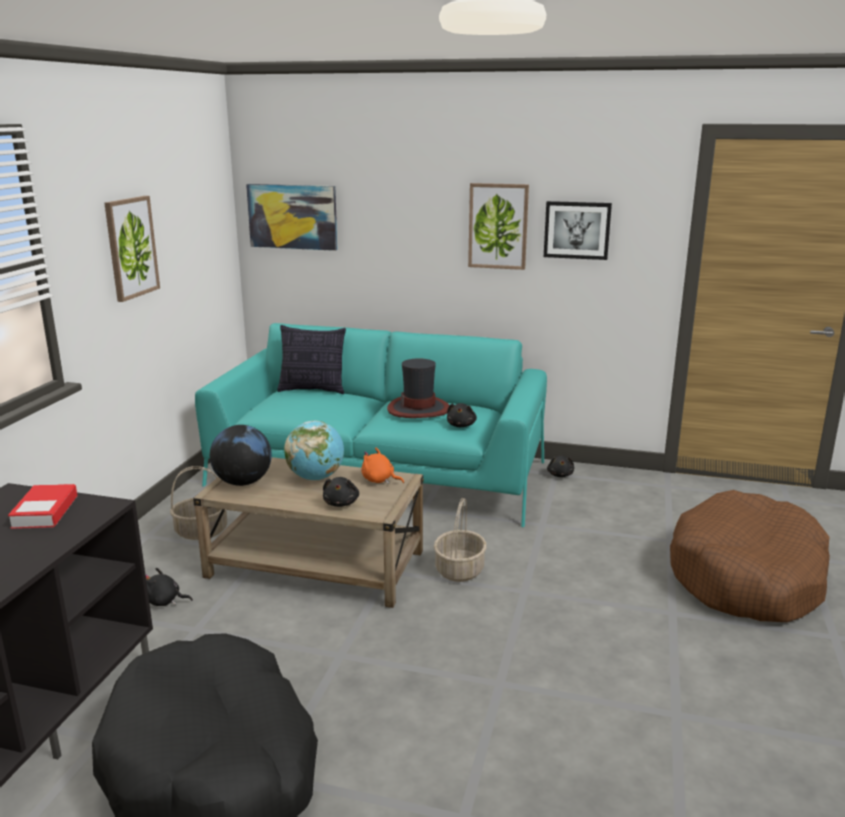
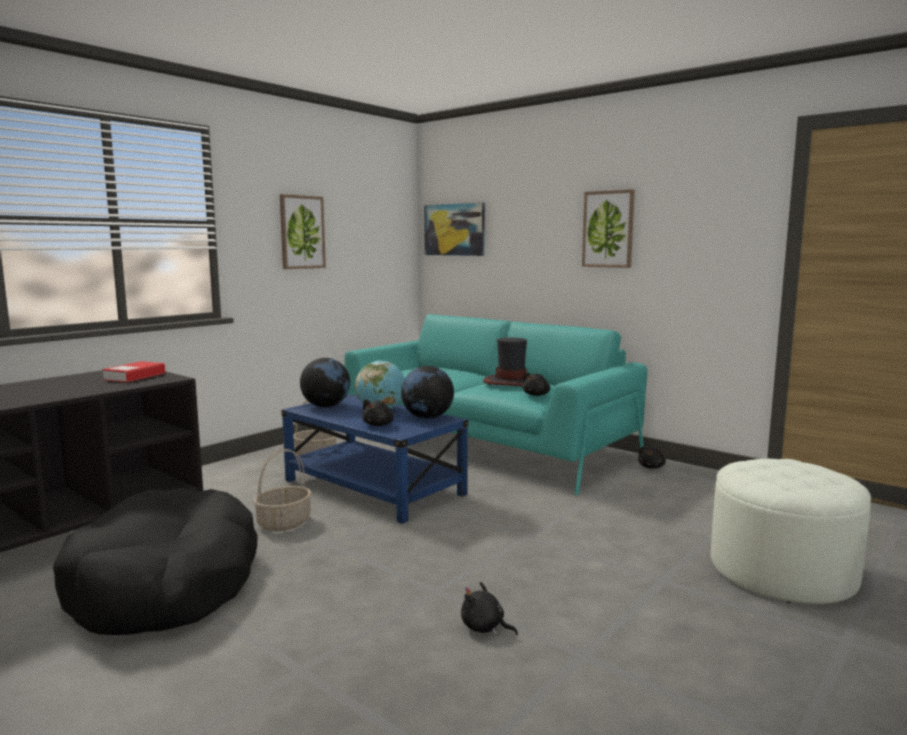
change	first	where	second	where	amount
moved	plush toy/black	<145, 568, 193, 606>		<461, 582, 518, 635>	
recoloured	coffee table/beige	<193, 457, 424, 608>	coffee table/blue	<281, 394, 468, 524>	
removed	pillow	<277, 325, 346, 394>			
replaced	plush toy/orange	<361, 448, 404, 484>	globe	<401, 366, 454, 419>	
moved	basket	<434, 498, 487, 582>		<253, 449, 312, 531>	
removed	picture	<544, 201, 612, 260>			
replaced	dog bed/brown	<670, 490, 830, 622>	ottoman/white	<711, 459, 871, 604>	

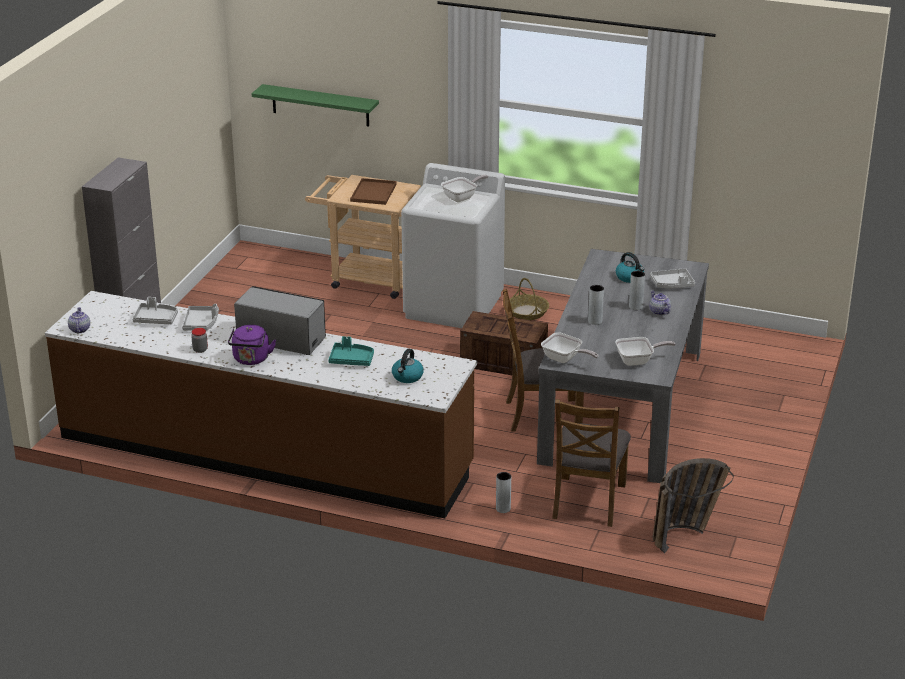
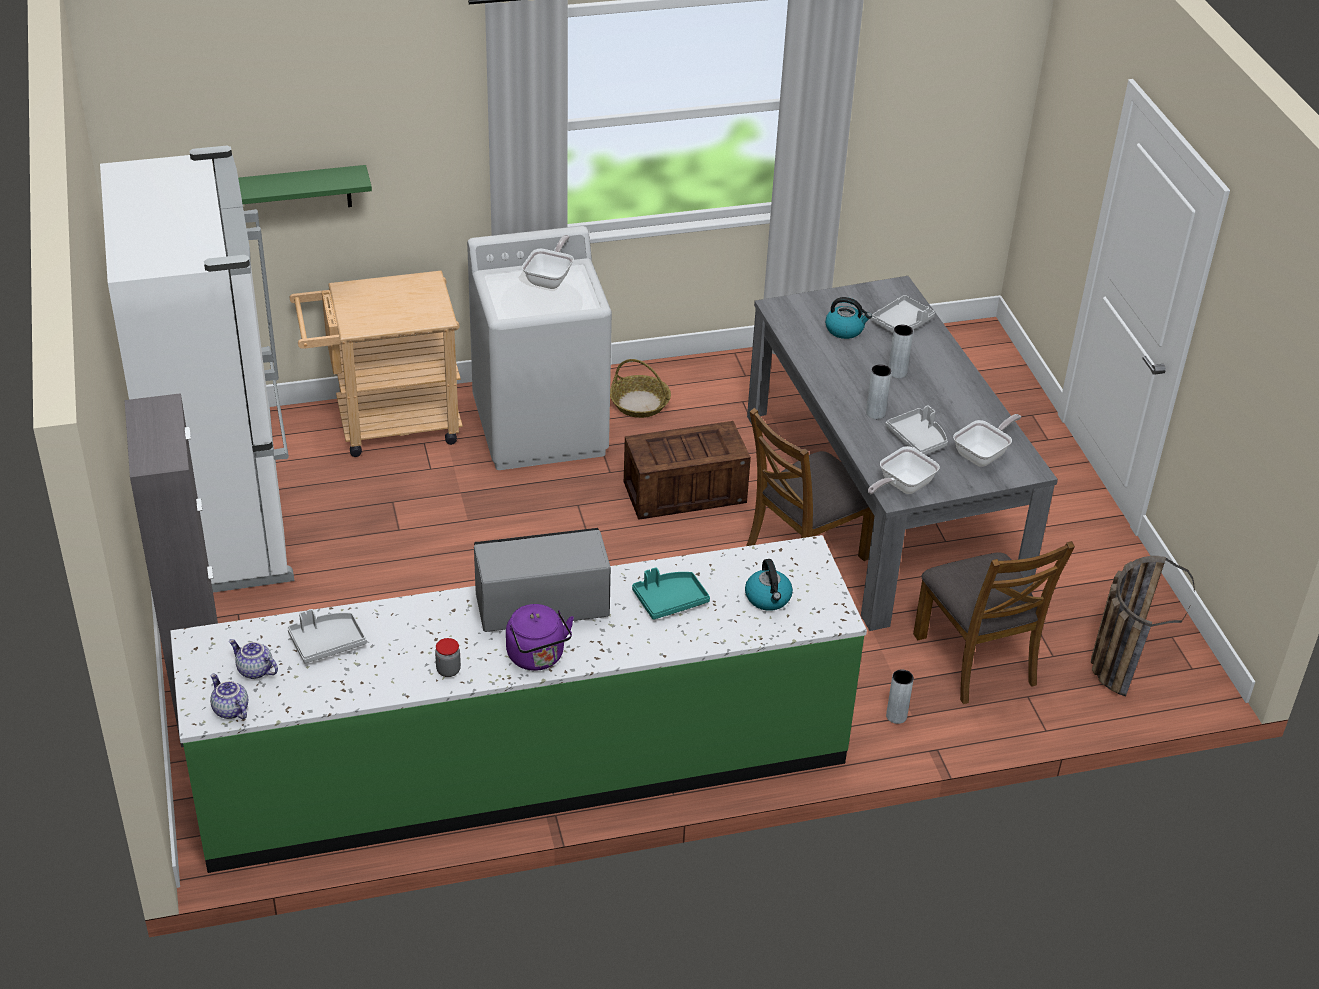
change	first	where	second	where	amount
recoloured	counter/brown	<45, 291, 477, 518>	counter/green	<170, 535, 867, 873>	
moved	tray/grey	<182, 304, 219, 331>		<886, 406, 948, 455>	
removed	tray/brown	<350, 178, 397, 205>			
turned	frying pan	<541, 332, 598, 363>		<868, 446, 940, 494>	135 degrees clockwise
moved	teapot	<649, 291, 671, 315>		<229, 639, 278, 679>	
added			fridge/white	<100, 146, 294, 593>	

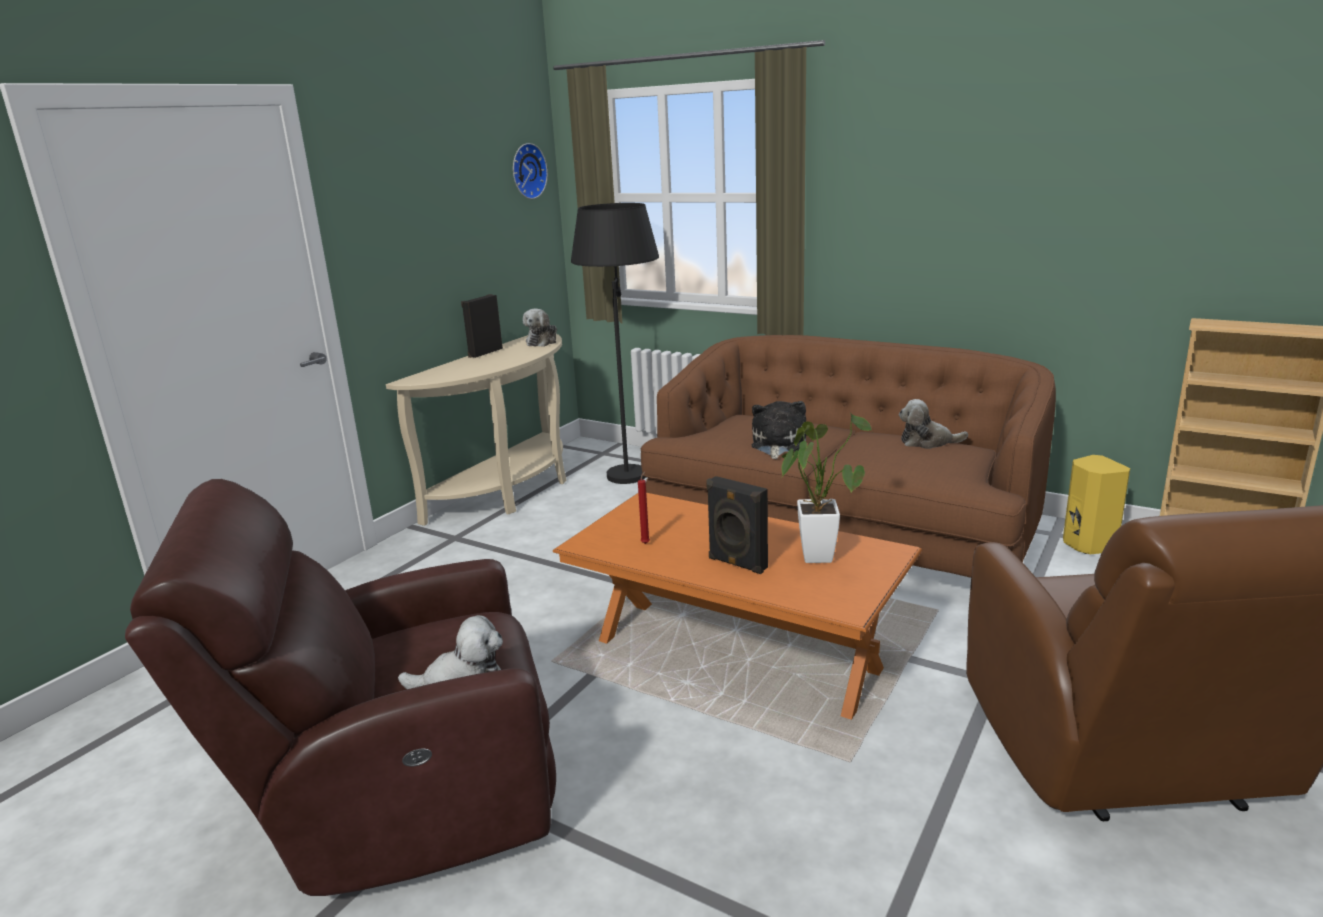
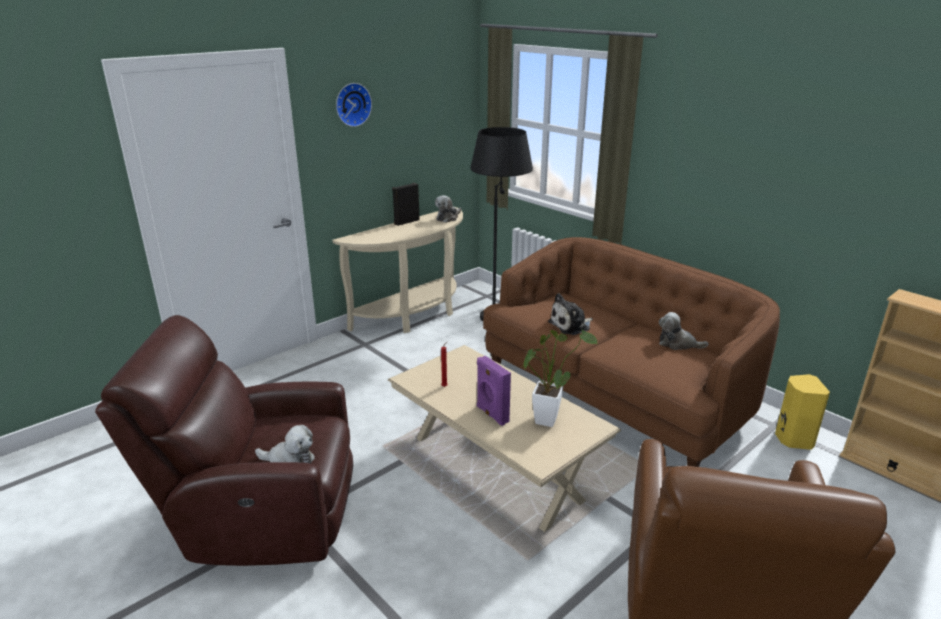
change	first	where	second	where	amount
moved	wall clock	<513, 143, 548, 199>		<336, 83, 372, 127>	
recoloured	coffee table/orange	<553, 493, 922, 720>	coffee table/beige	<388, 345, 621, 532>	
recoloured	speaker/black	<706, 476, 768, 574>	speaker/purple	<477, 356, 511, 426>	
turned	plush toy	<752, 401, 806, 459>		<548, 293, 593, 335>	150 degrees counterclockwise

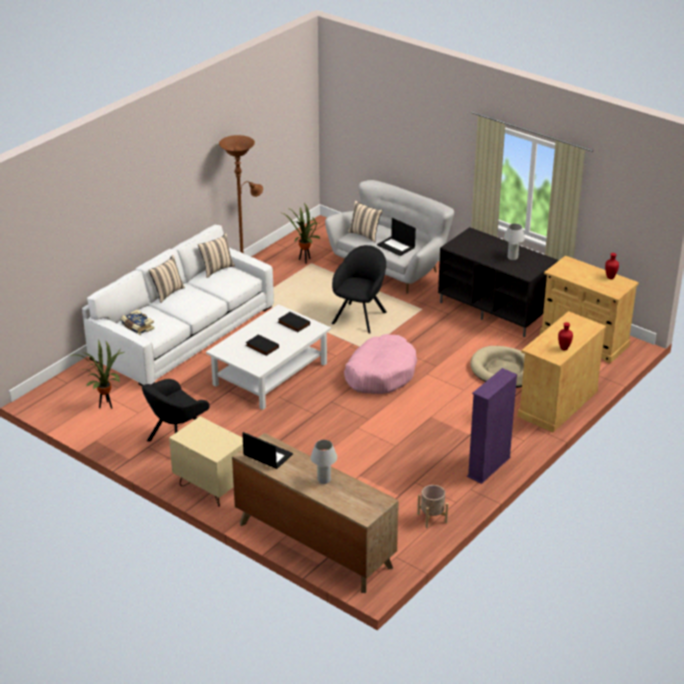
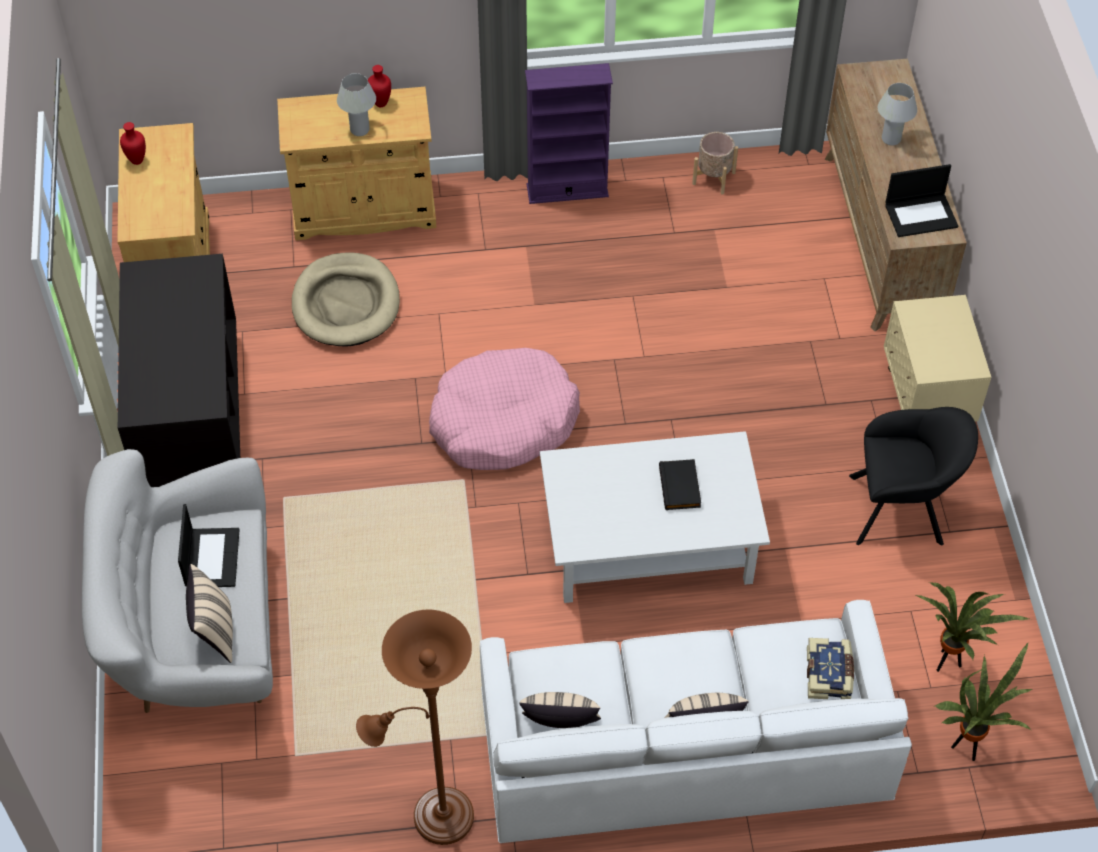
change	first	where	second	where	amount
turned	laptop	<242, 432, 293, 469>		<885, 164, 958, 237>	90 degrees counterclockwise
removed	book/black	<278, 312, 310, 332>			
moved	potted plant	<282, 203, 320, 264>		<933, 642, 1034, 761>	
removed	armchair/black	<331, 245, 387, 334>			
moved	table lamp/white	<504, 223, 525, 260>		<337, 73, 376, 136>	

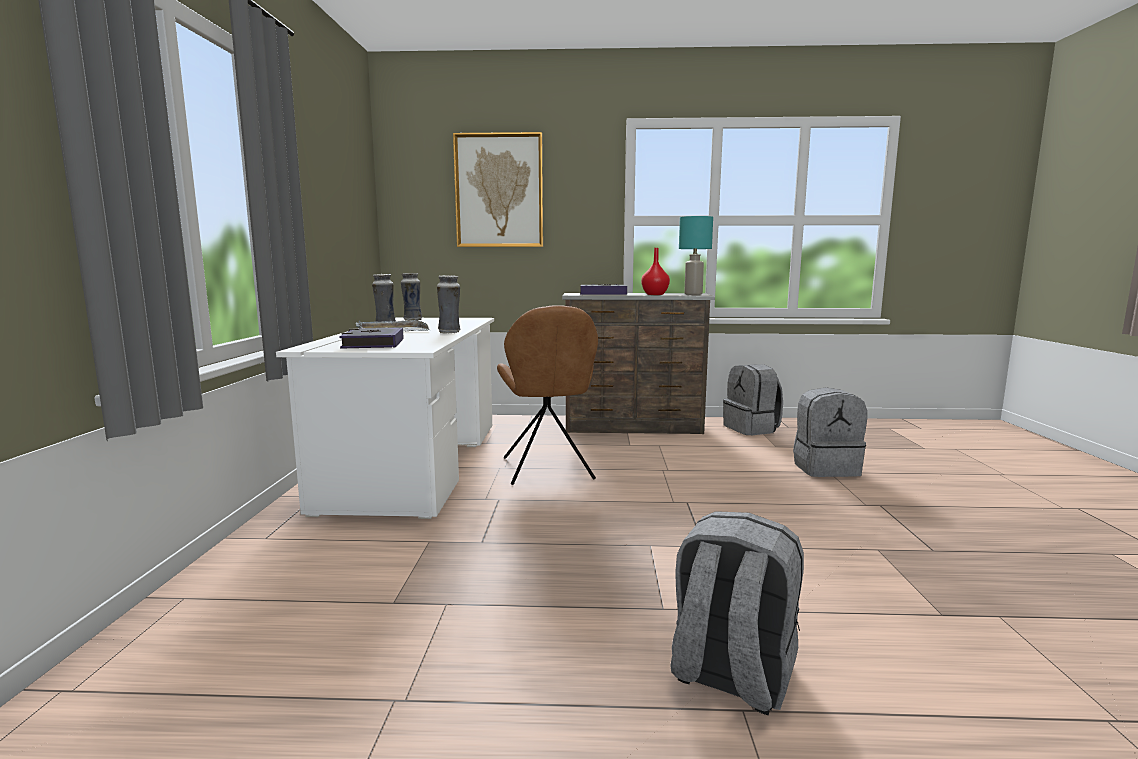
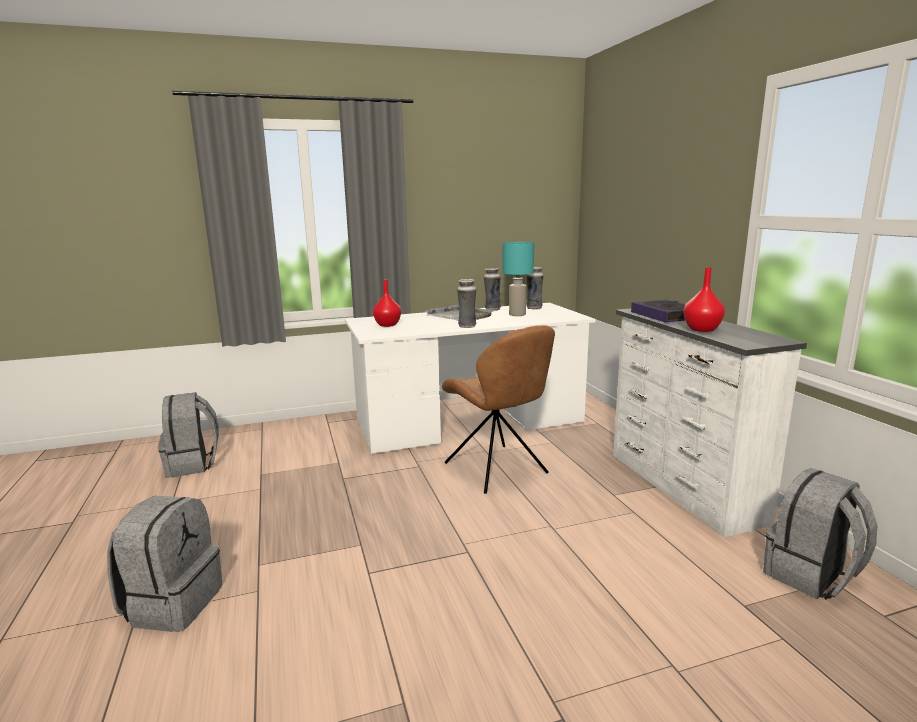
change	first	where	second	where	amount
replaced	book	<339, 328, 404, 348>	vase/red	<373, 279, 401, 327>	
removed	picture	<453, 132, 543, 247>			
turned	chair/brown	<497, 305, 598, 485>		<442, 325, 555, 494>	90 degrees counterclockwise
recoloured	dresser/brown	<562, 293, 715, 434>	dresser/white	<613, 308, 807, 537>	
moved	table lamp/turquoise	<679, 216, 713, 295>		<503, 242, 534, 316>	
moved	backpack/grey	<793, 387, 867, 477>		<158, 392, 219, 478>	

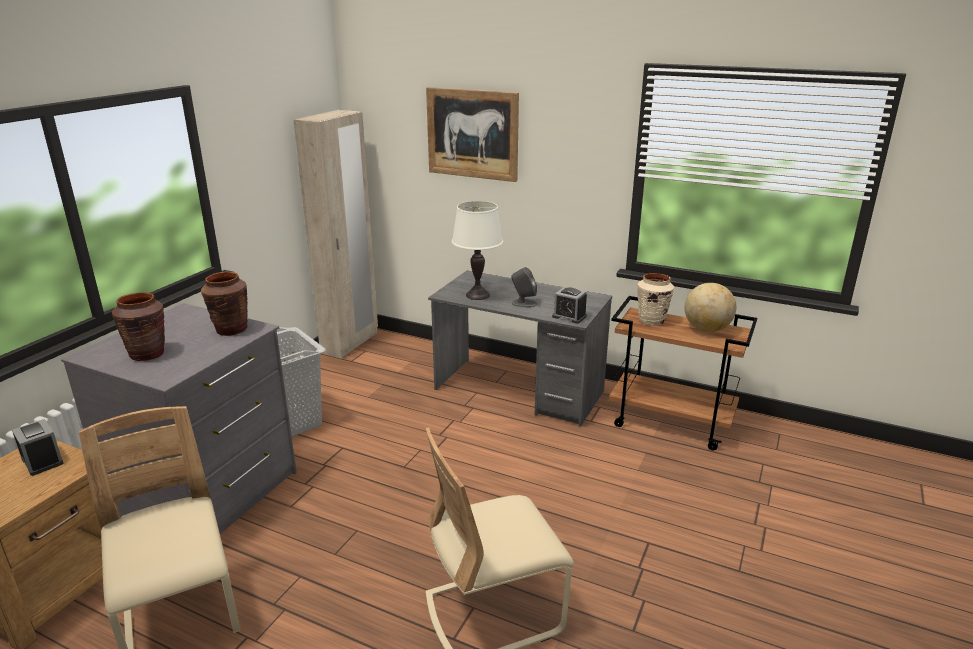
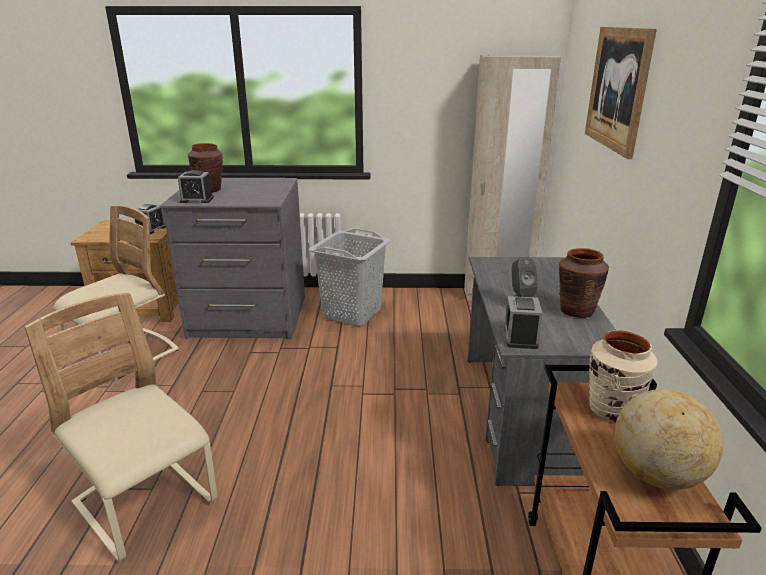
change	first	where	second	where	amount
moved	vase/brown	<201, 272, 248, 336>		<559, 248, 609, 318>	
removed	table lamp/white	<452, 201, 503, 300>			
added			alarm clock	<178, 170, 214, 203>	

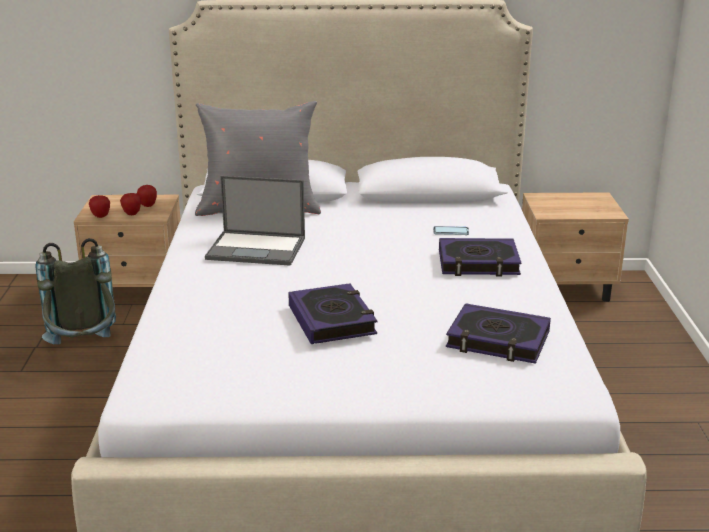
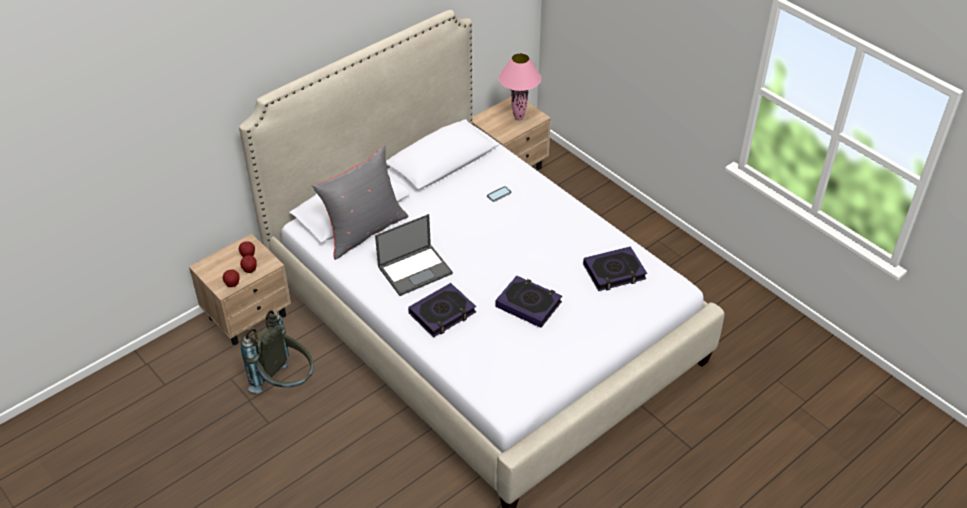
change	first	where	second	where	amount
moved	book	<439, 238, 521, 276>		<408, 283, 476, 338>	
added			table lamp/pink	<499, 53, 541, 121>	

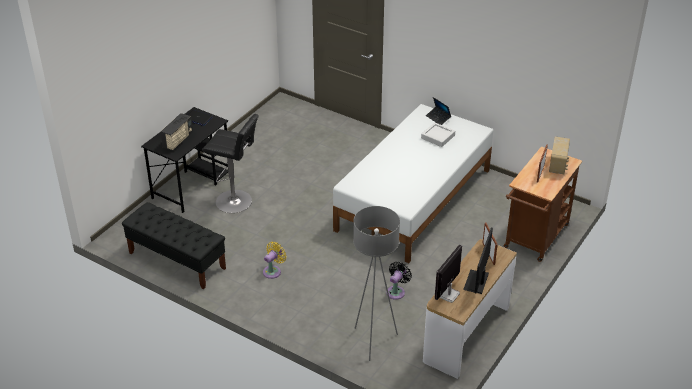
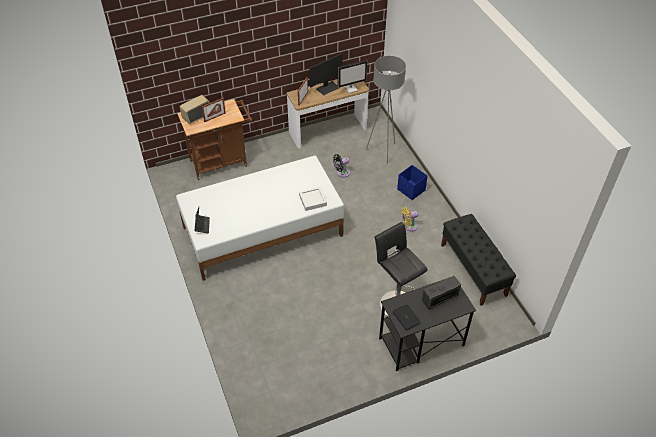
change	first	where	second	where	amount
moved	tray/grey	<421, 123, 455, 147>		<299, 187, 327, 211>	
added			storage box/blue	<397, 165, 428, 200>	

